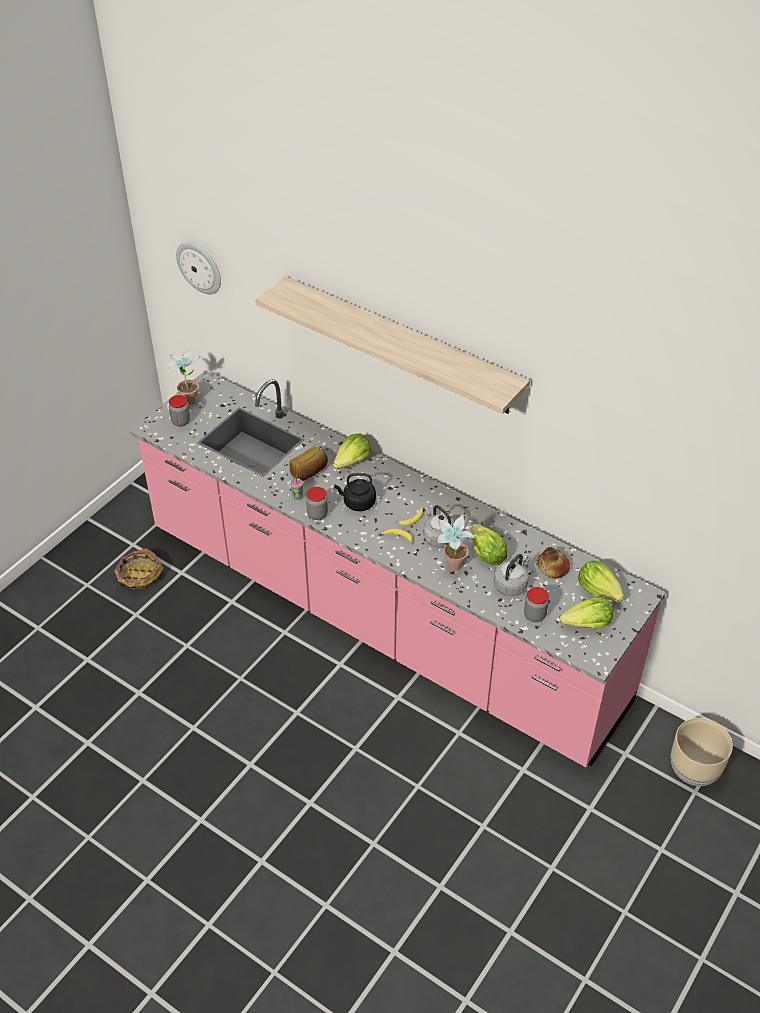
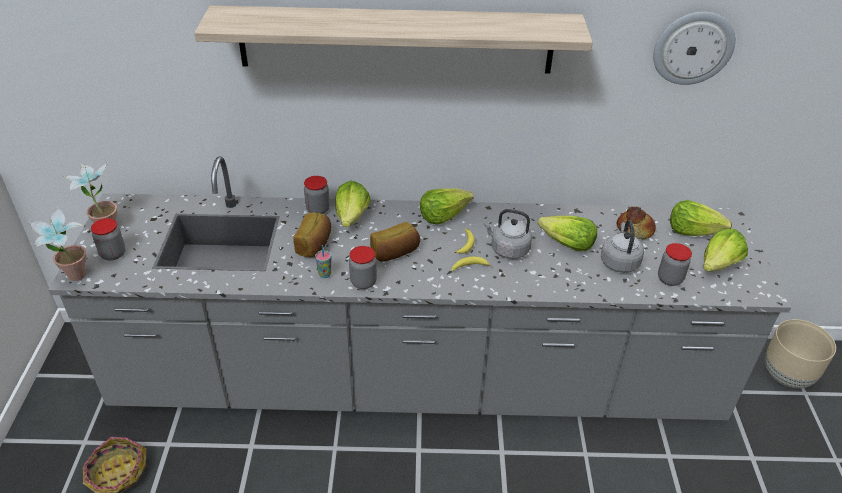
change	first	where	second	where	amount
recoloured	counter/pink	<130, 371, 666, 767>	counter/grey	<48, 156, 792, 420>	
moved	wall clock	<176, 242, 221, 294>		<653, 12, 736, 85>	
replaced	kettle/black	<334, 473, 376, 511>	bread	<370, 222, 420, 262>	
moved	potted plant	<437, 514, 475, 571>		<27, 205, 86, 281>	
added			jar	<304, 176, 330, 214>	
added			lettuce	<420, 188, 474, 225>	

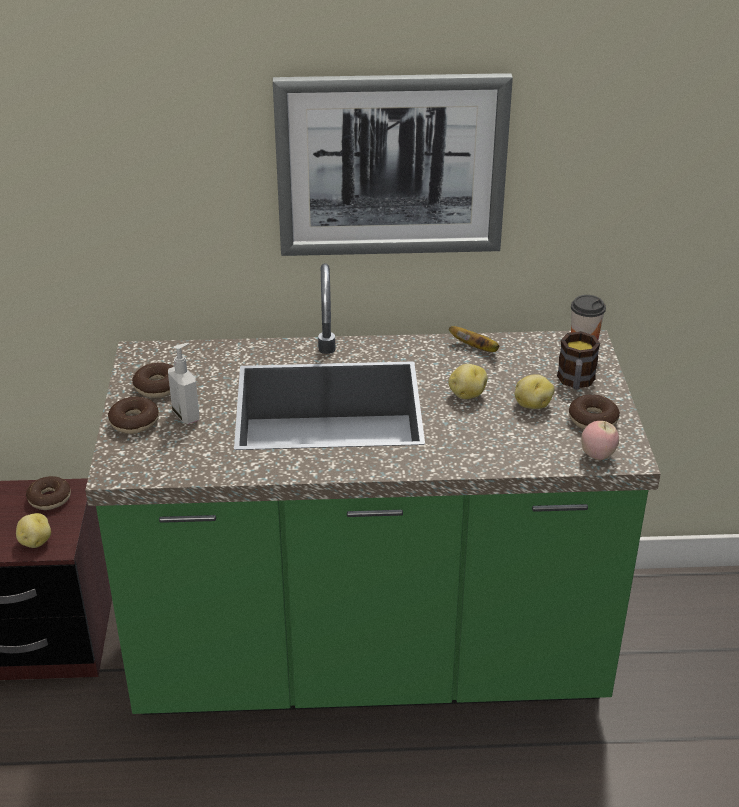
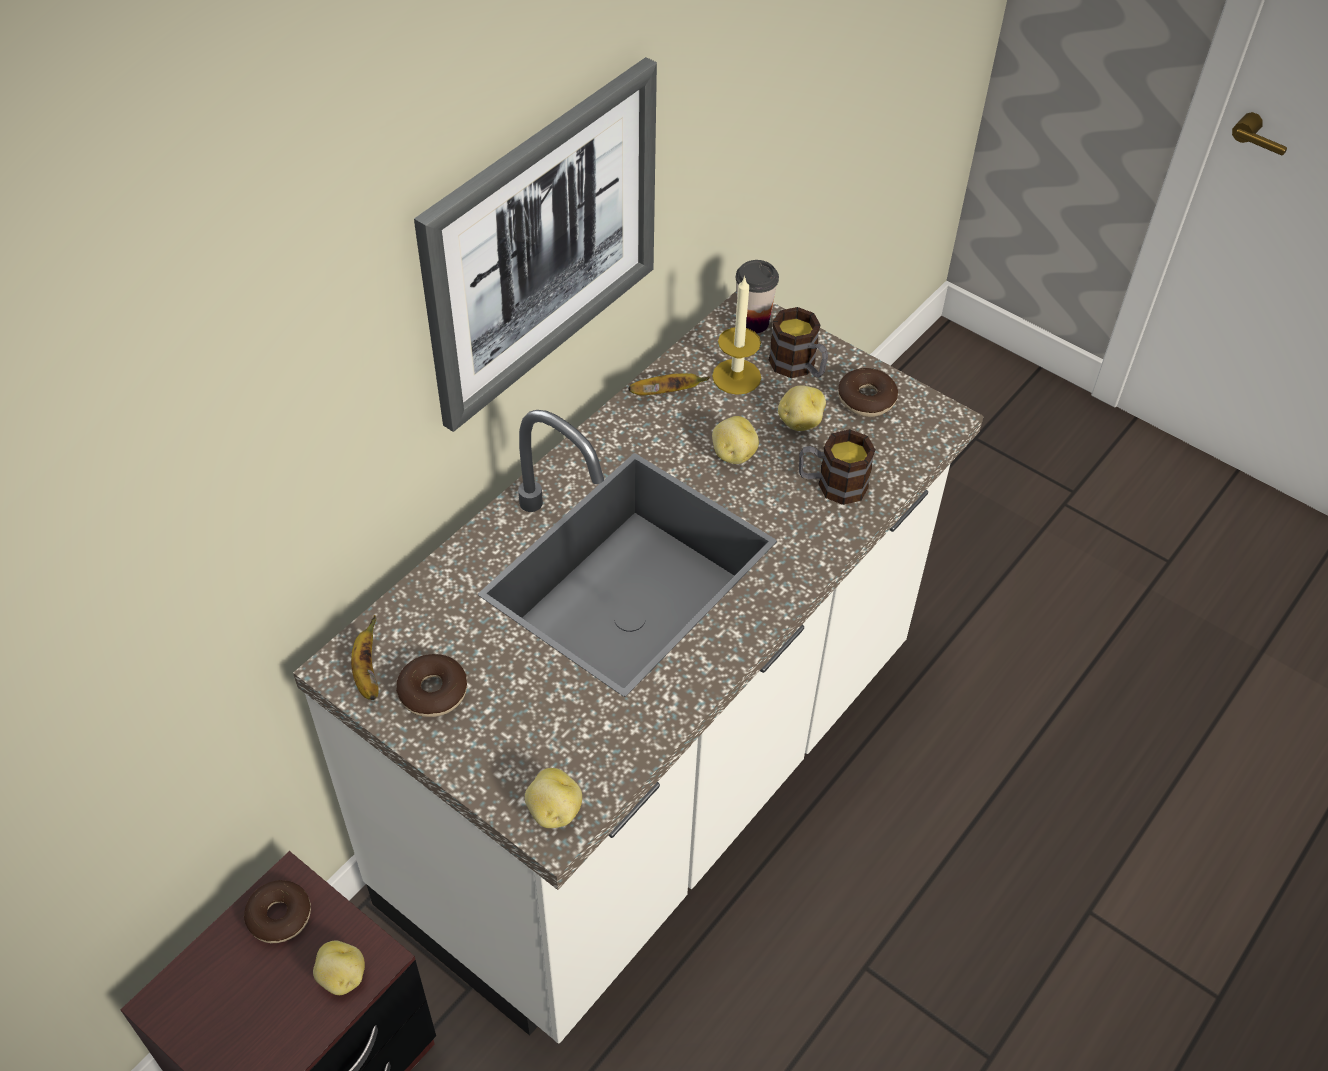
change	first	where	second	where	amount
recoloured	counter/green	<85, 263, 661, 715>	counter/white	<293, 291, 984, 1044>	
removed	donut	<108, 396, 159, 434>			
removed	soap dispenser	<168, 343, 199, 424>			
removed	apple	<581, 421, 619, 460>			
added			banana	<351, 615, 379, 700>	
added			potato	<525, 768, 582, 828>	
added			candle	<712, 276, 761, 395>	
added			mug	<799, 429, 876, 505>	

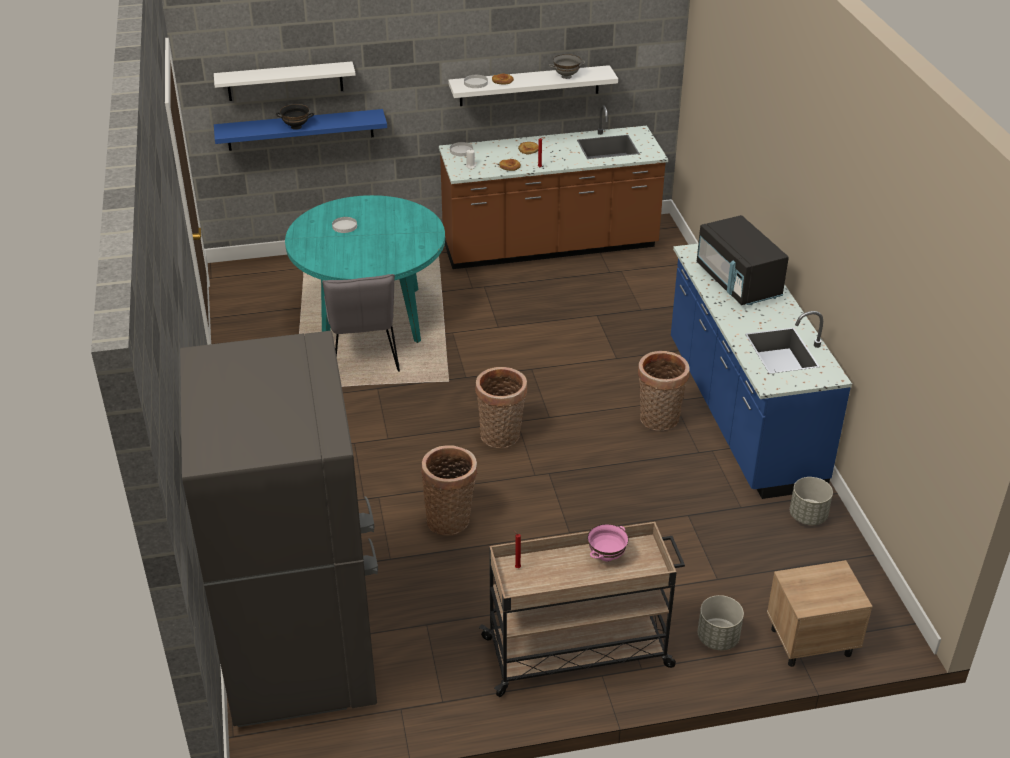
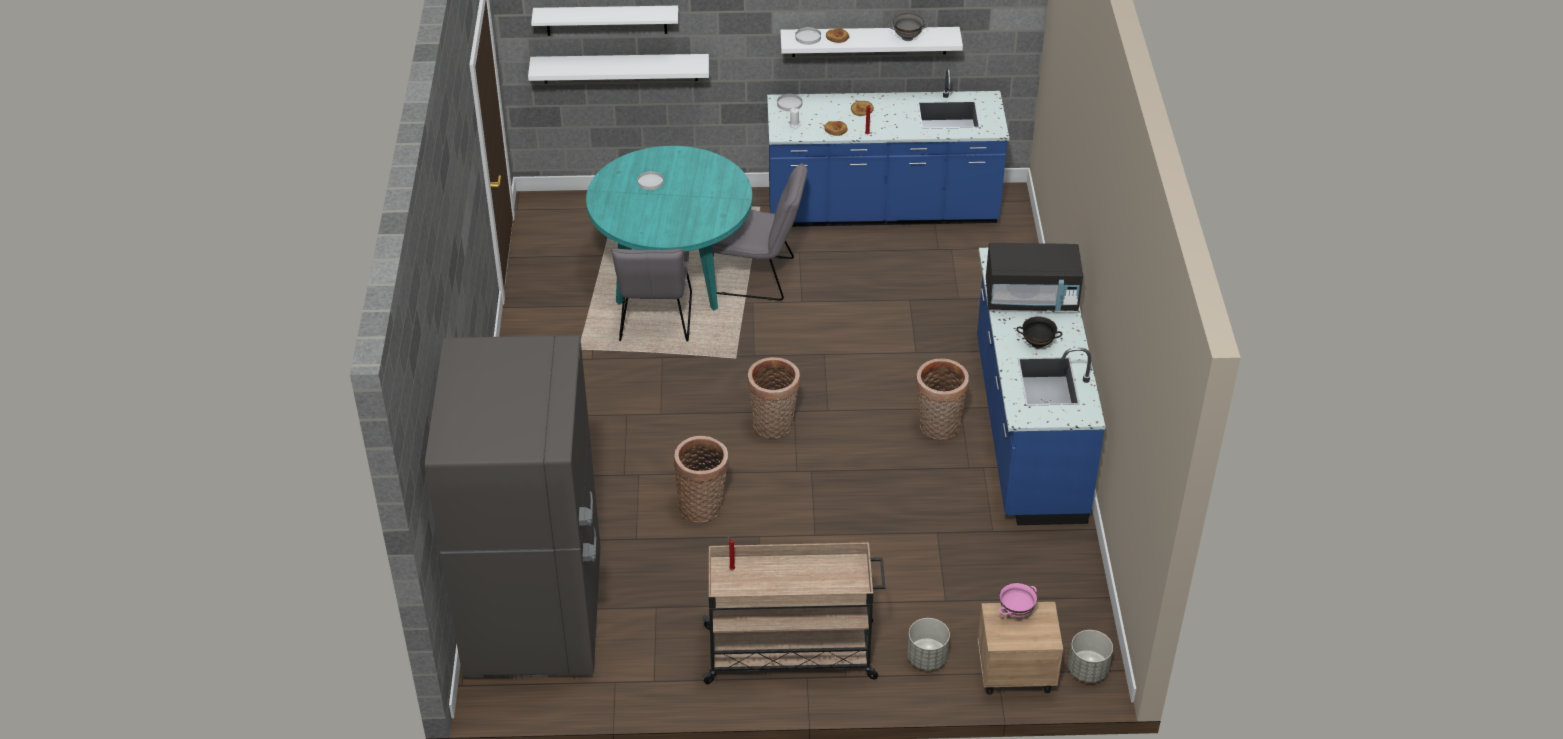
change	first	where	second	where	amount
recoloured	shelf/blue	<214, 109, 387, 151>	shelf/white	<528, 54, 709, 84>	
moved	bowl/black	<276, 104, 314, 130>		<1016, 316, 1062, 348>	
recoloured	counter/brown	<439, 105, 668, 269>	counter/blue	<767, 69, 1009, 227>	
moved	bowl/pink	<588, 524, 629, 562>		<999, 582, 1037, 618>	
turned	microwave/black	<697, 215, 789, 305>		<986, 243, 1083, 311>	75 degrees counterclockwise
moved	planter/grey	<790, 477, 833, 525>		<1068, 630, 1113, 683>	
added			chair/grey	<712, 163, 808, 301>	

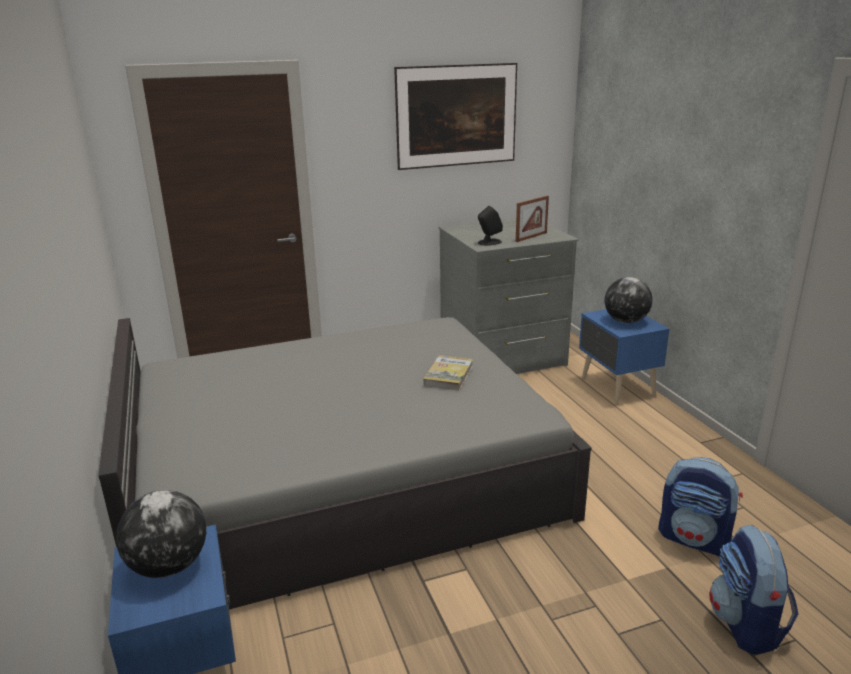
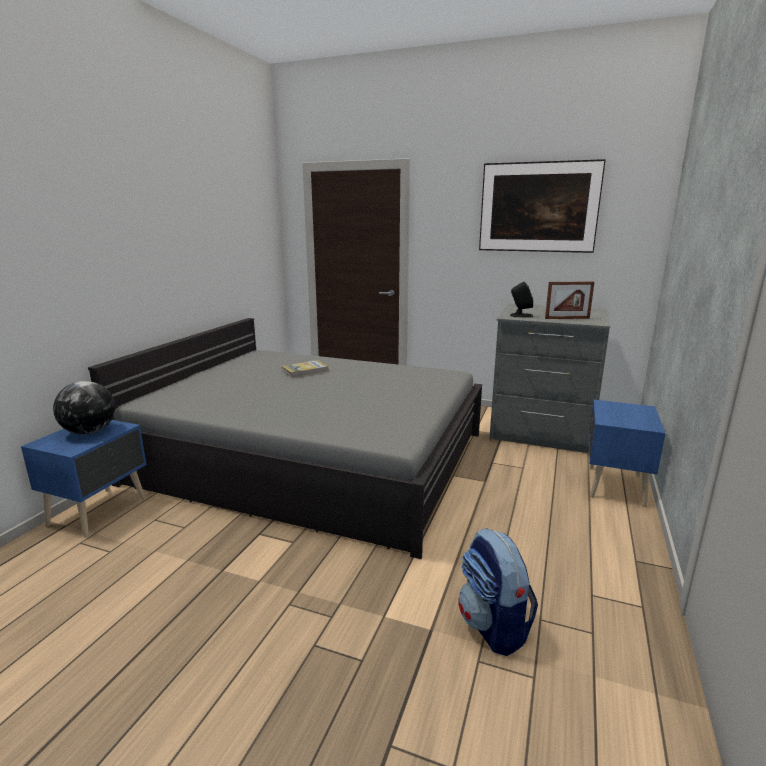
change	first	where	second	where	amount
moved	book	<423, 355, 473, 390>		<281, 360, 329, 378>	
removed	globe	<605, 277, 652, 323>			
removed	backpack	<709, 525, 798, 655>			

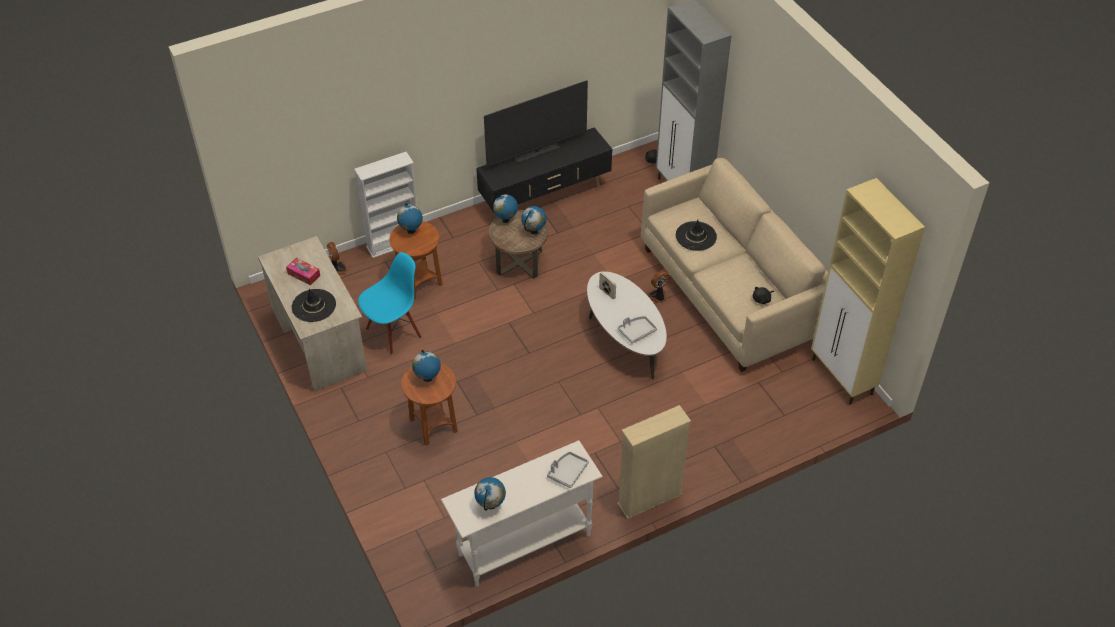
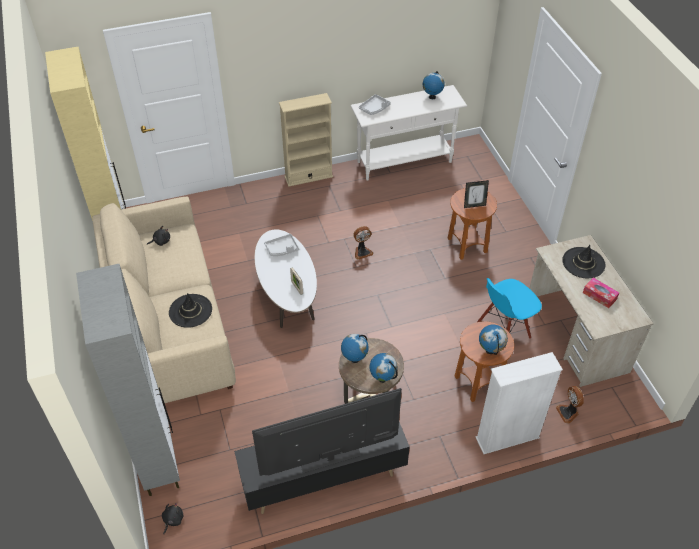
change	first	where	second	where	amount
replaced	globe	<412, 350, 441, 382>	picture frame	<464, 180, 489, 208>	
moved	fan	<647, 270, 670, 303>		<353, 226, 373, 260>	

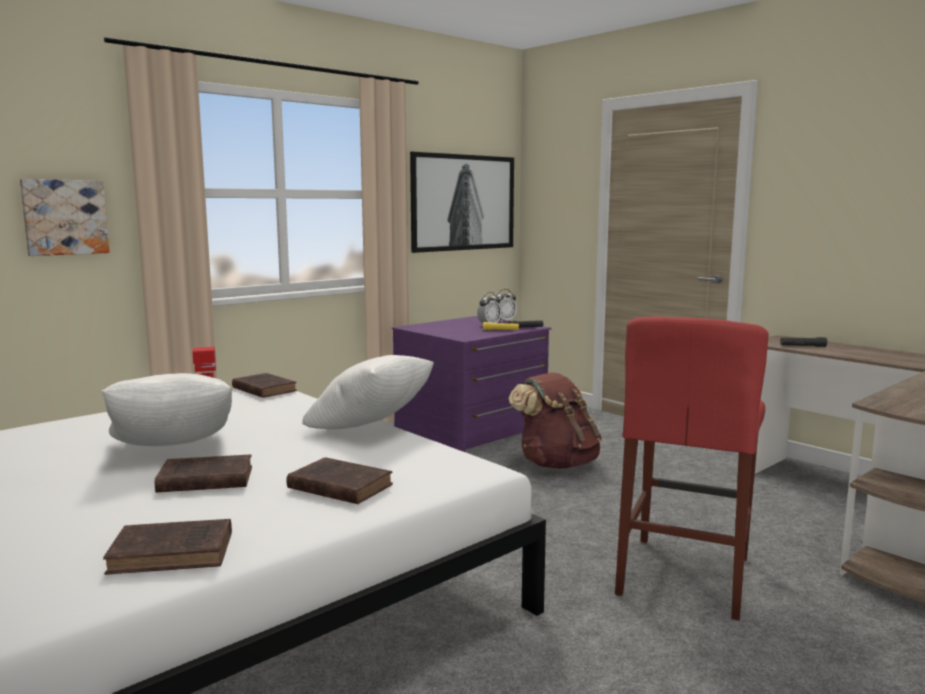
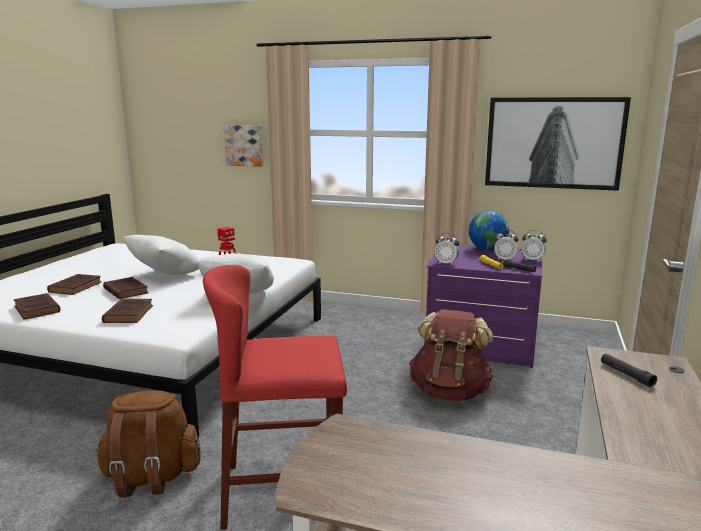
change	first	where	second	where	amount
moved	book/brown	<232, 373, 297, 398>		<47, 274, 101, 295>	
added			backpack/brown	<95, 391, 201, 497>	
added			alarm clock	<435, 233, 459, 265>	
added			globe	<468, 211, 509, 250>	

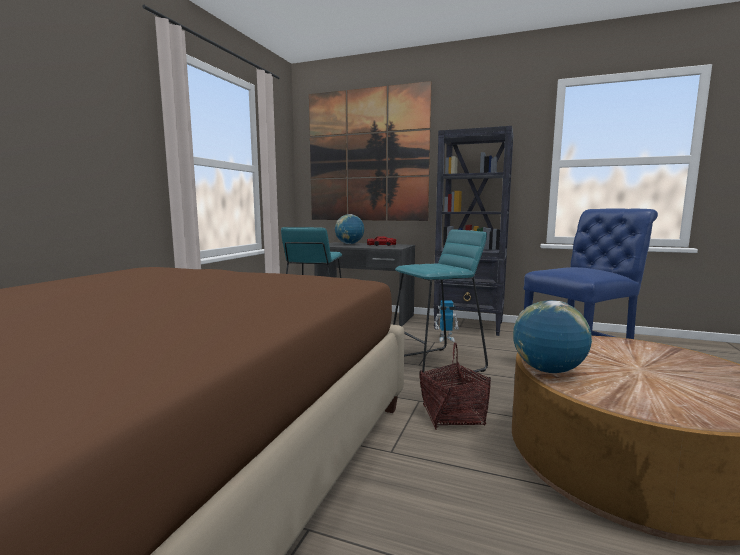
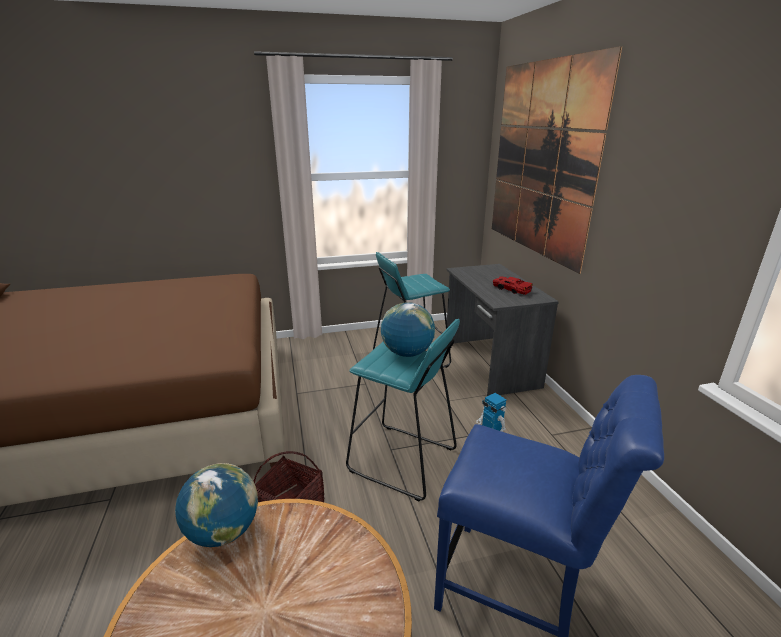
change	first	where	second	where	amount
moved	globe	<335, 214, 364, 244>		<381, 302, 435, 357>	
removed	bookcase/black	<434, 126, 514, 336>			

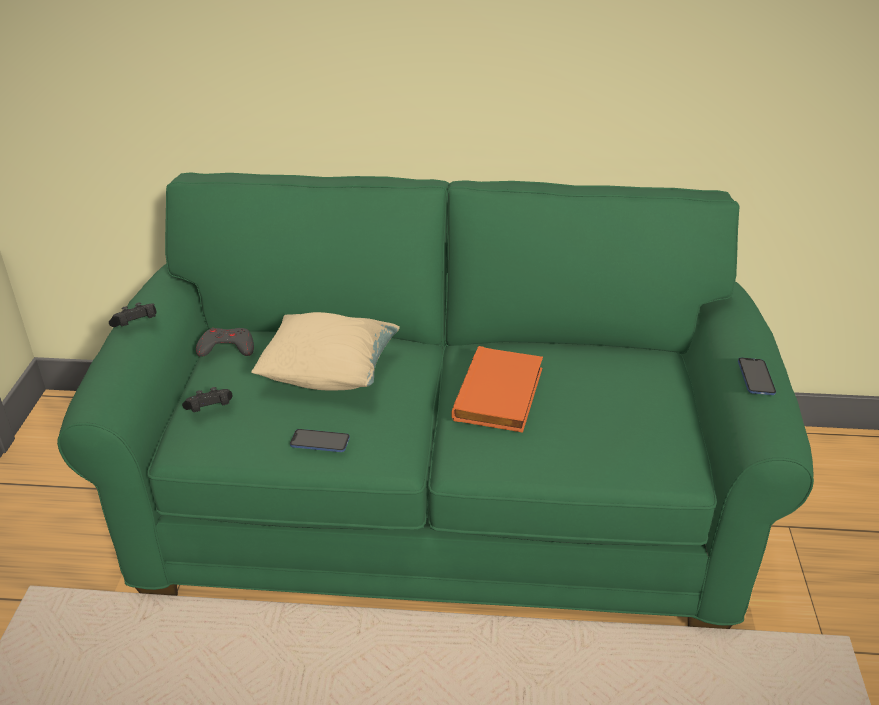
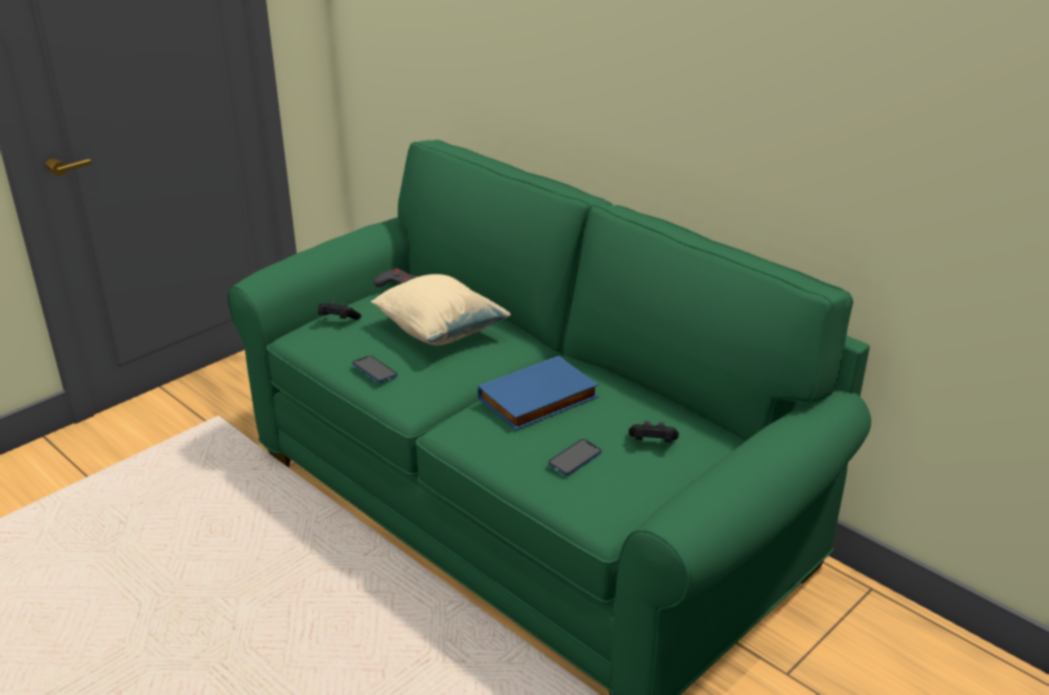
change	first	where	second	where	amount
moved	game controller/black	<109, 302, 156, 327>		<629, 421, 679, 442>	
recoloured	book/orange	<451, 346, 543, 433>	book/blue	<478, 356, 599, 430>	
moved	phone	<738, 358, 776, 395>		<548, 439, 602, 476>	

